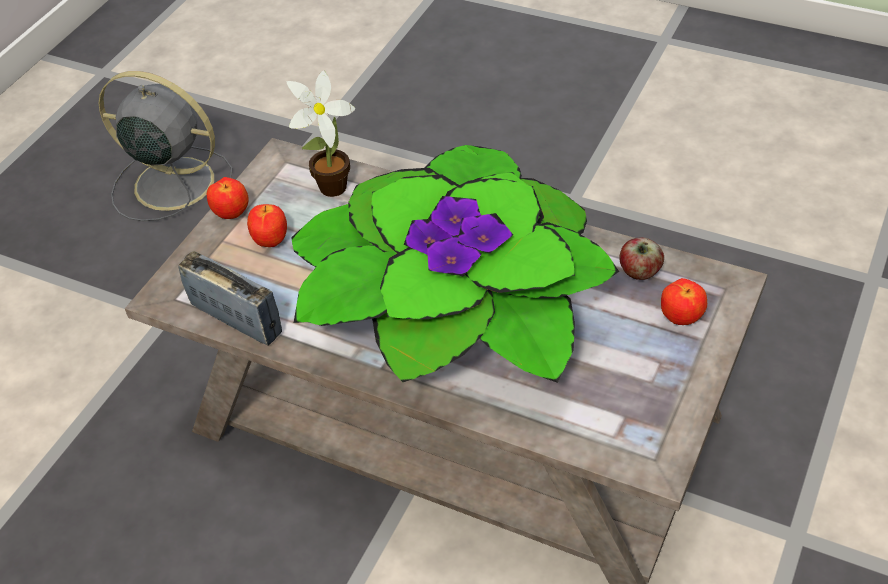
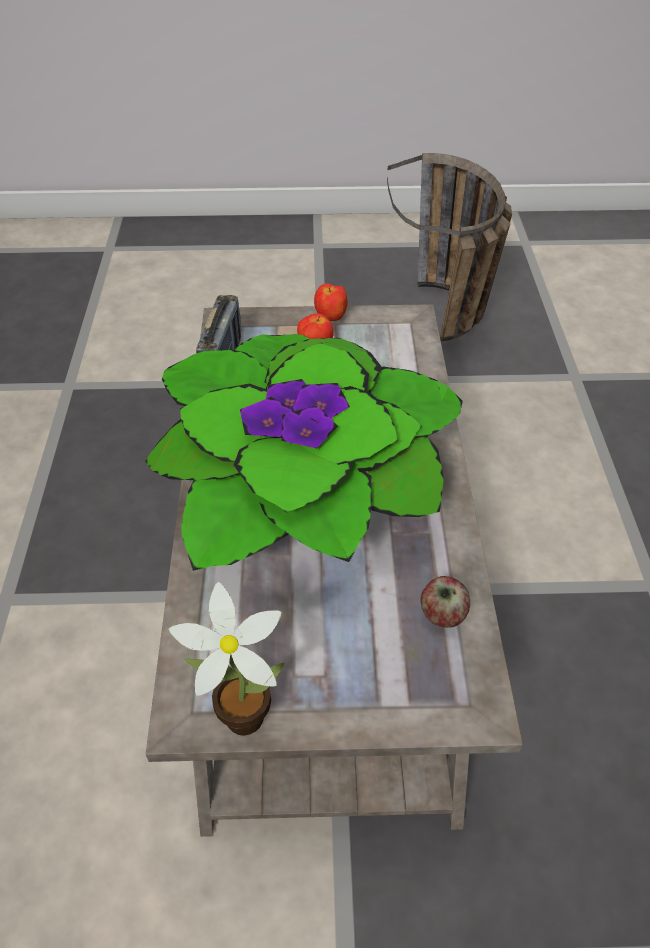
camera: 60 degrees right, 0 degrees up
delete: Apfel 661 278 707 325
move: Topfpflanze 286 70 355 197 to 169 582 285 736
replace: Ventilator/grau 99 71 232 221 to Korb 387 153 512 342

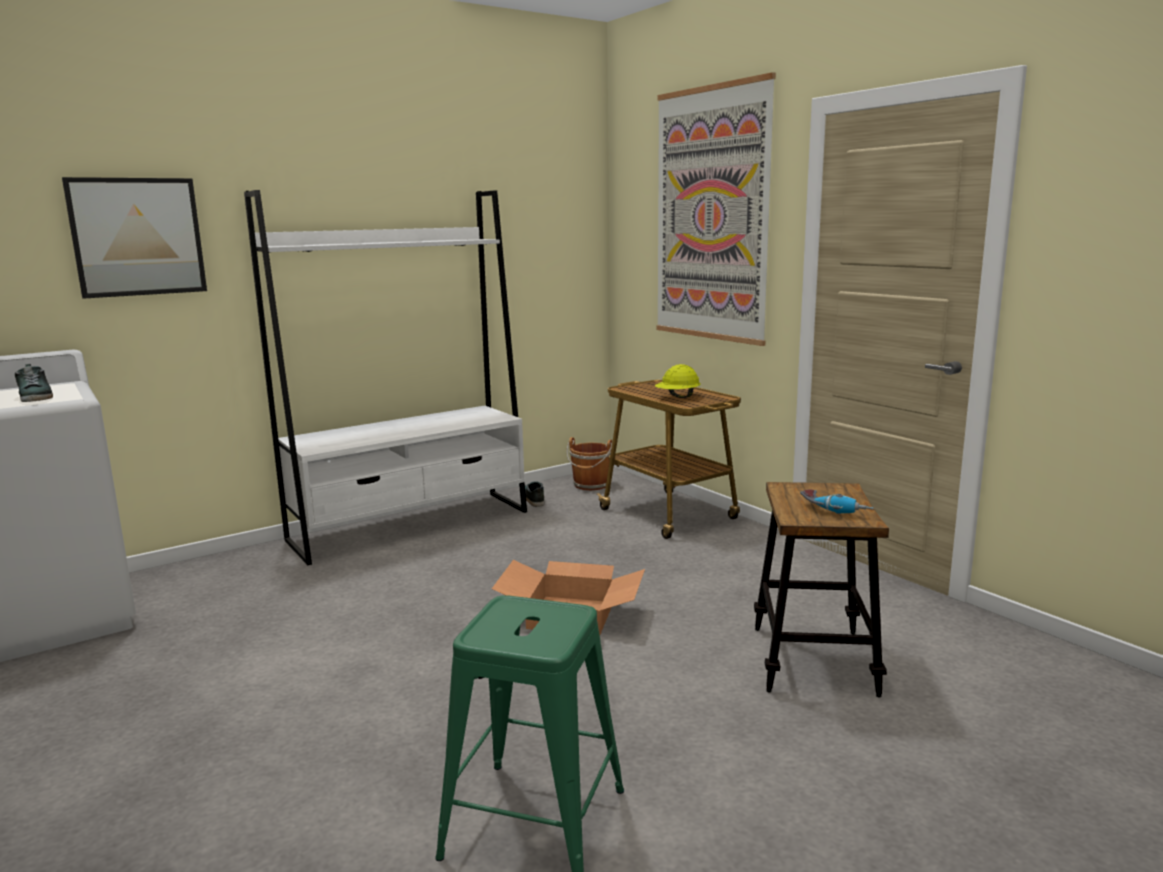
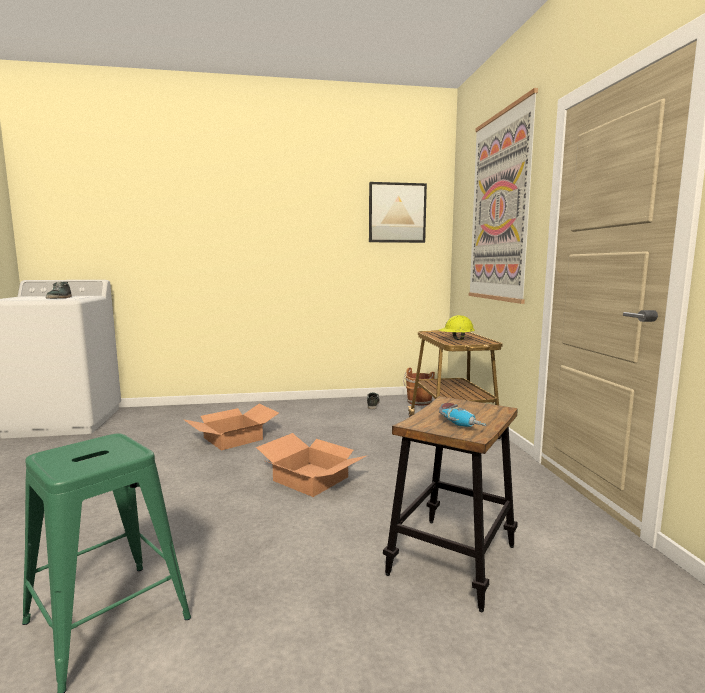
camera: 25 degrees right, 5 degrees down
delete: Bücherregal/weiß 244 190 527 565
insert: Karton 183 404 279 451
move: Bild 62 177 207 299 to 369 182 427 243

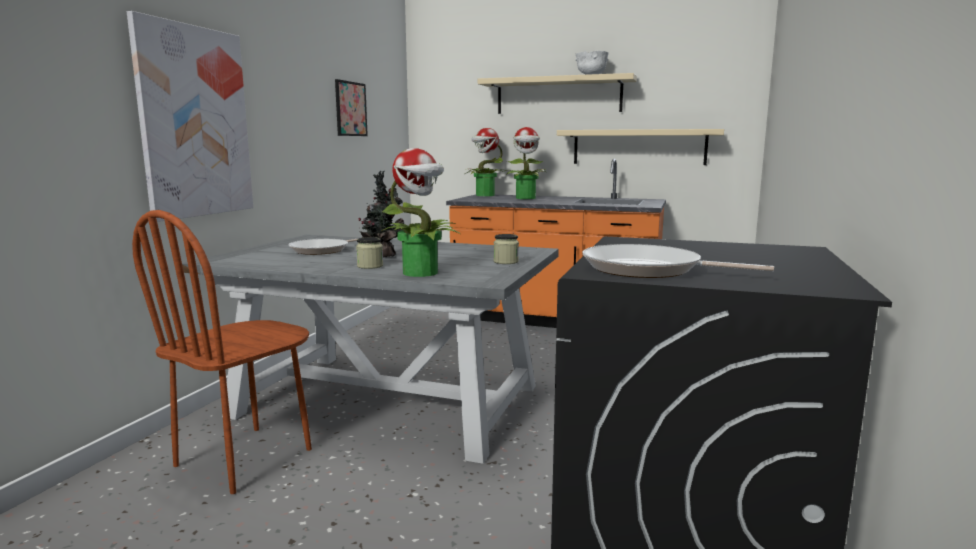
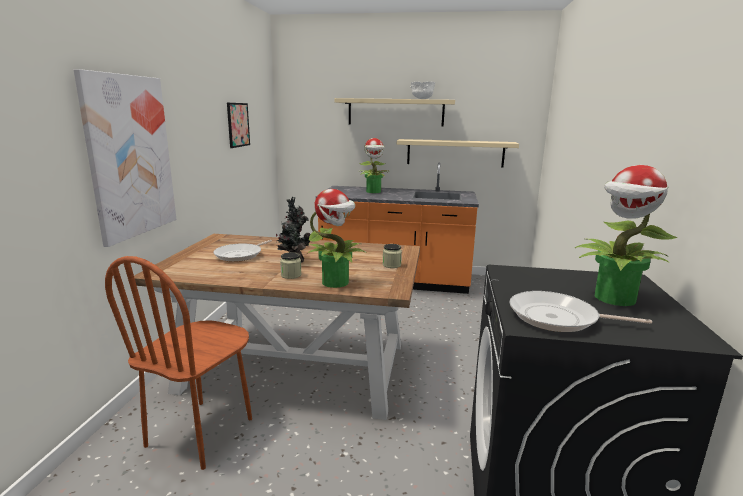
camera: 10 degrees left, 5 degrees up
move: Topfpflanze 465 128 504 196 to 575 165 678 306
recolor: Esstisch/grau 182 235 559 464 to Esstisch/braun 134 234 420 420

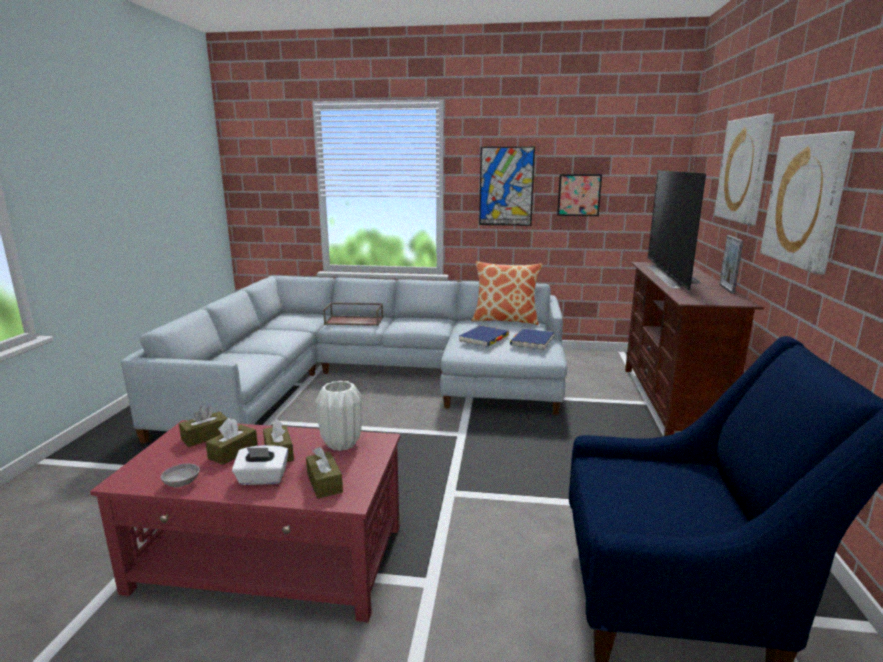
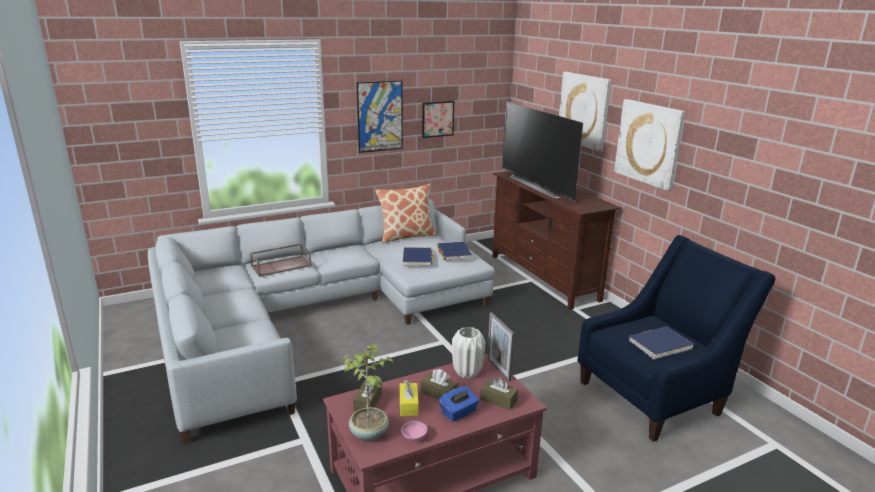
camera: 35 degrees left, 5 degrees up
insert: Topfpflanze 342 344 395 441; Buch/blau 628 327 694 360
move: Bilderrahmen 719 235 743 294 to 487 312 515 381
recolor: Taschentuchbox/braun 205 418 258 465 to Taschentuchbox/gelb 400 380 419 416; Schüssel/grau 161 464 200 487 to Schüssel/rosa 401 421 428 441; Taschentuchbox/weiß 232 445 288 485 to Taschentuchbox/blau 439 386 479 422

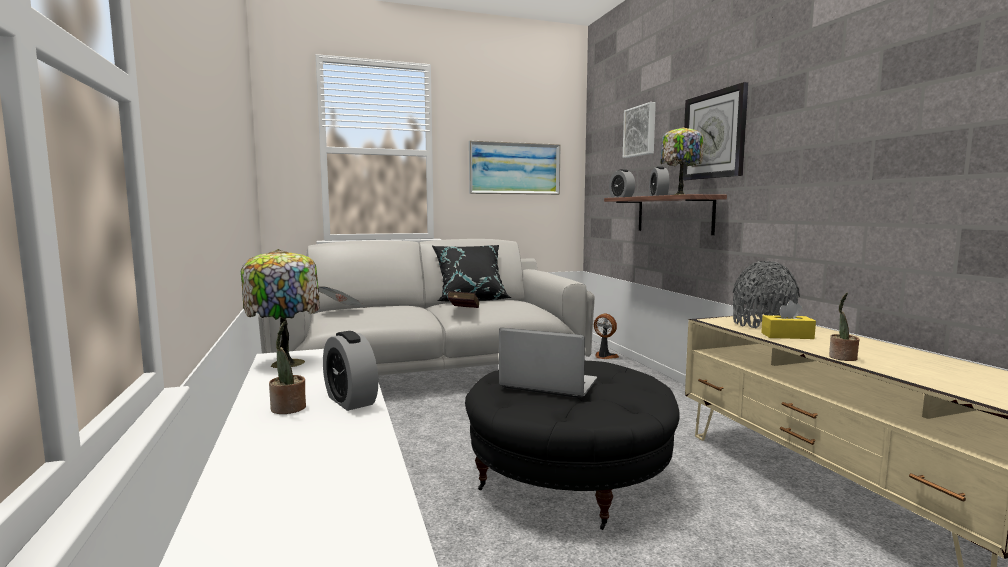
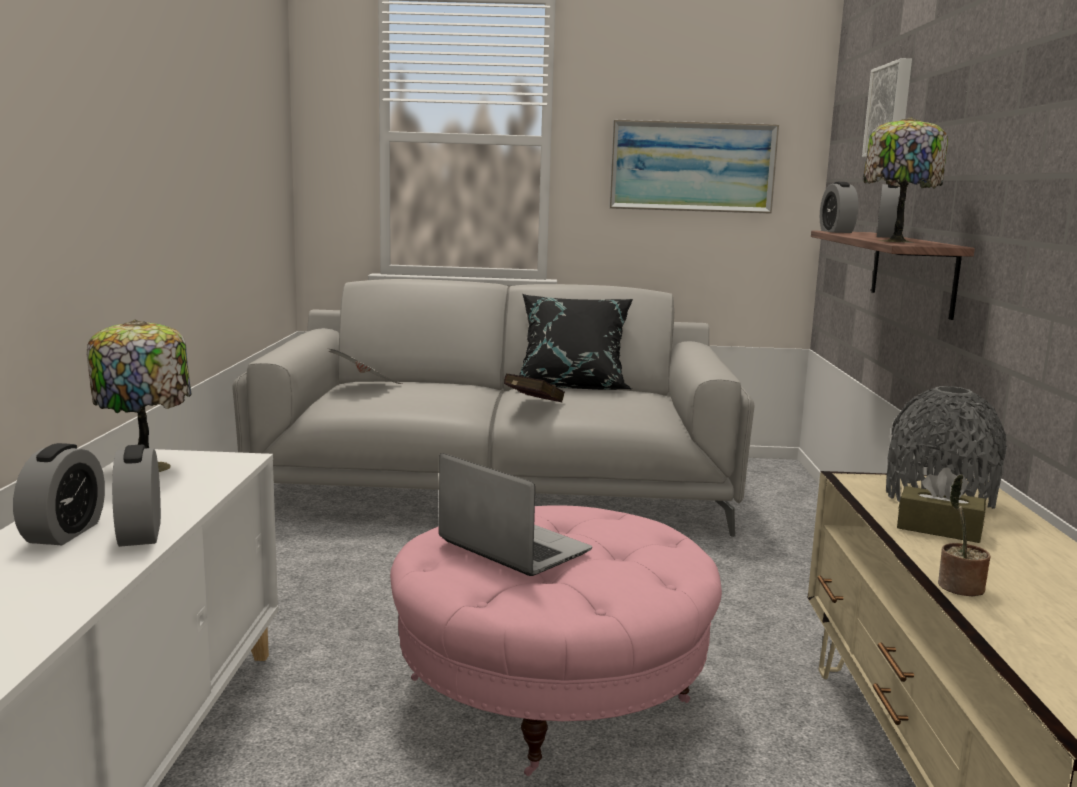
camera: 20 degrees right, 5 degrees up
delete: Ventilator 594 313 619 359; Wanduhr 683 82 748 180
replace: Topfpflanze 269 321 306 414 to Wecker 13 443 105 545
recolor: Polsterhocker/schwarz 465 361 680 530 to Polsterhocker/rosa 390 505 722 776; Taschentuchbox/gelb 761 300 816 339 to Taschentuchbox/braun 897 467 986 543

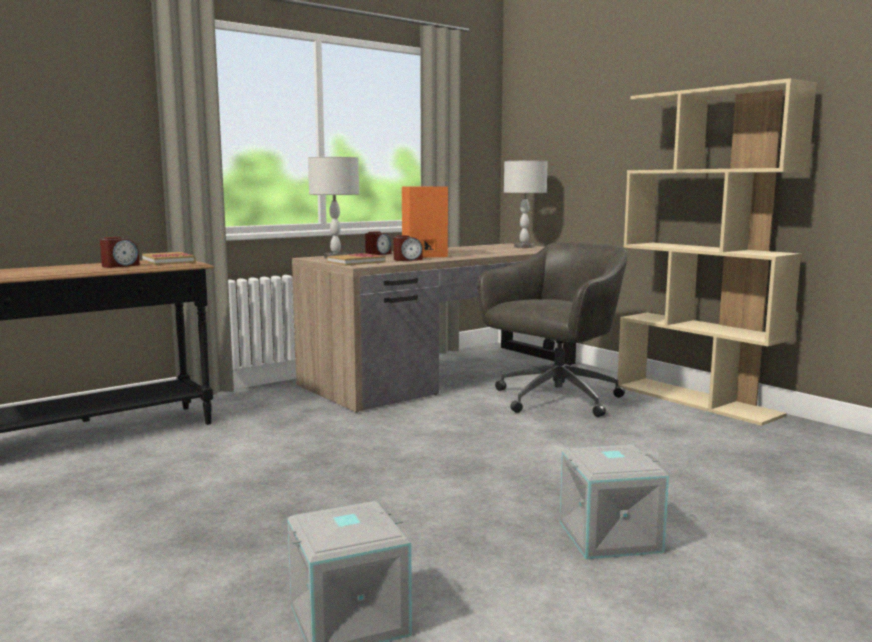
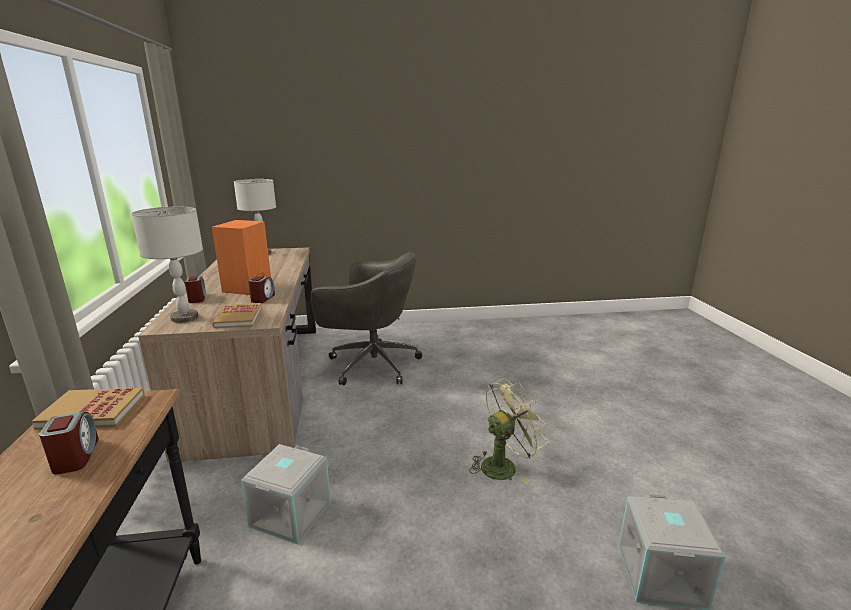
camera: 60 degrees left, 10 degrees up
delete: Bücherregal/beige 618 78 817 426
insert: Ventilator/grün 469 378 548 483
move: Aufbewahrungsbox/grau 559 445 669 559 to 241 444 331 544
rotate: Bürostuhl/grau 478 242 628 417 = 310 252 422 385 120 degrees clockwise

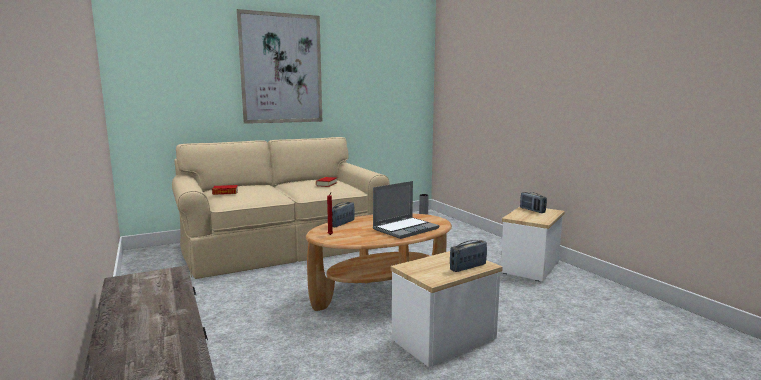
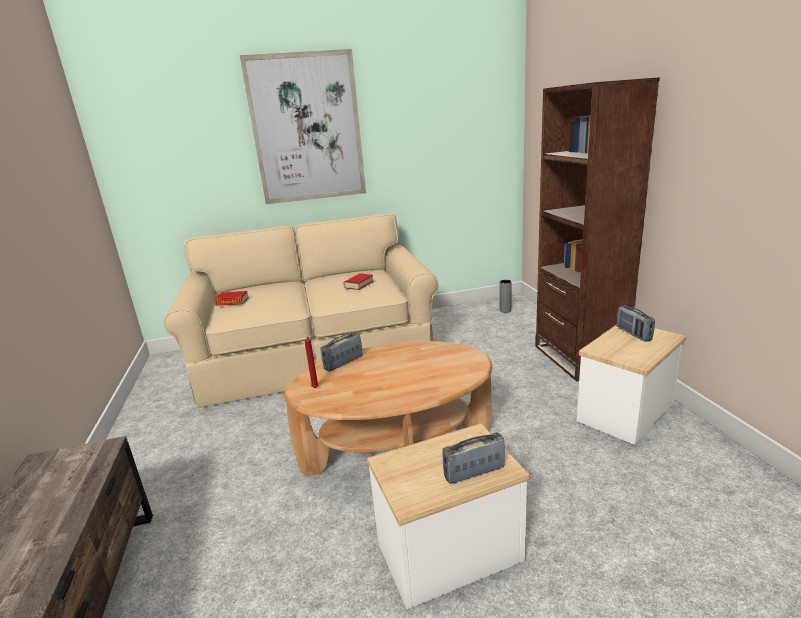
camera: 15 degrees right, 10 degrees up
delete: Laptop 373 181 439 239
insert: Bücherregal/braun 535 77 660 381

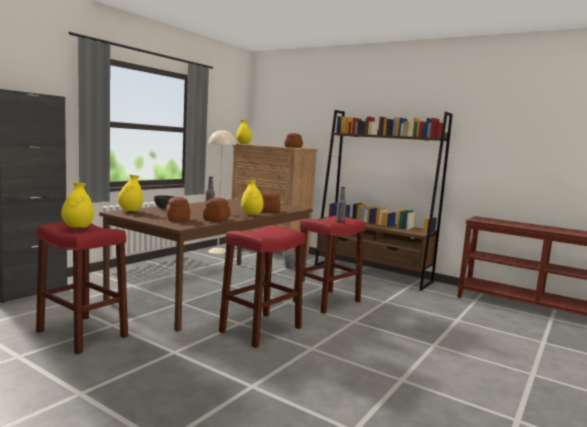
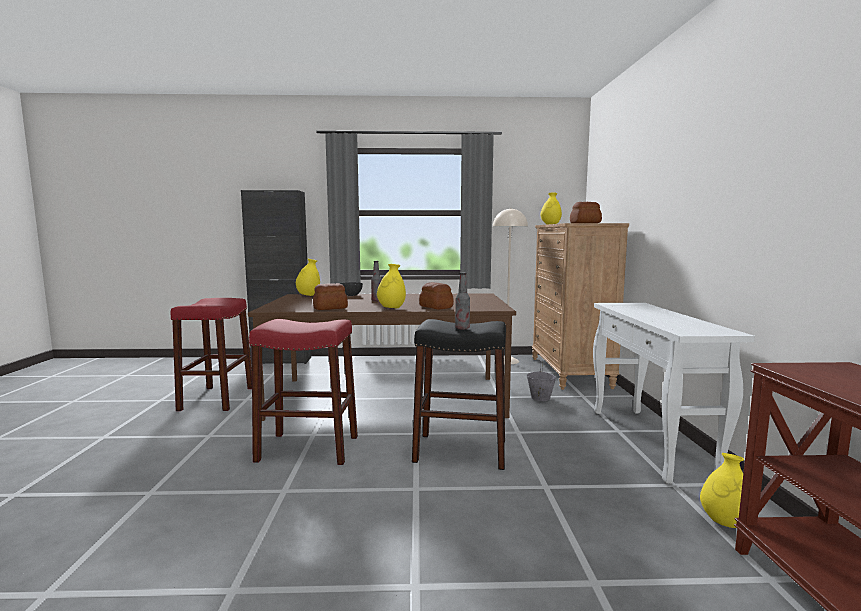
camera: 55 degrees right, 0 degrees up
delete: Brot 166 197 191 221
move: Vase/gelb 61 183 94 228 to 700 453 744 528
replace: Bücherregal/braun 315 110 453 291 to Konsolentisch/weiß 593 303 755 484
recolor: Hocker/rot 293 216 365 314 to Hocker/schwarz 412 319 506 470

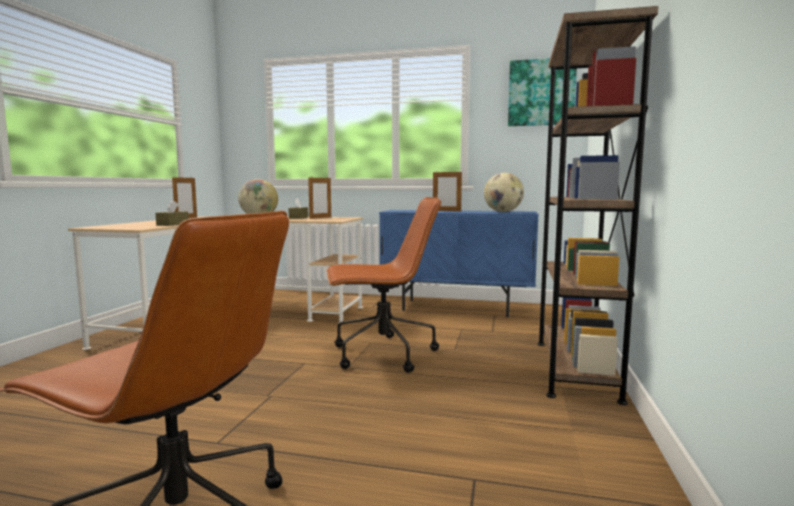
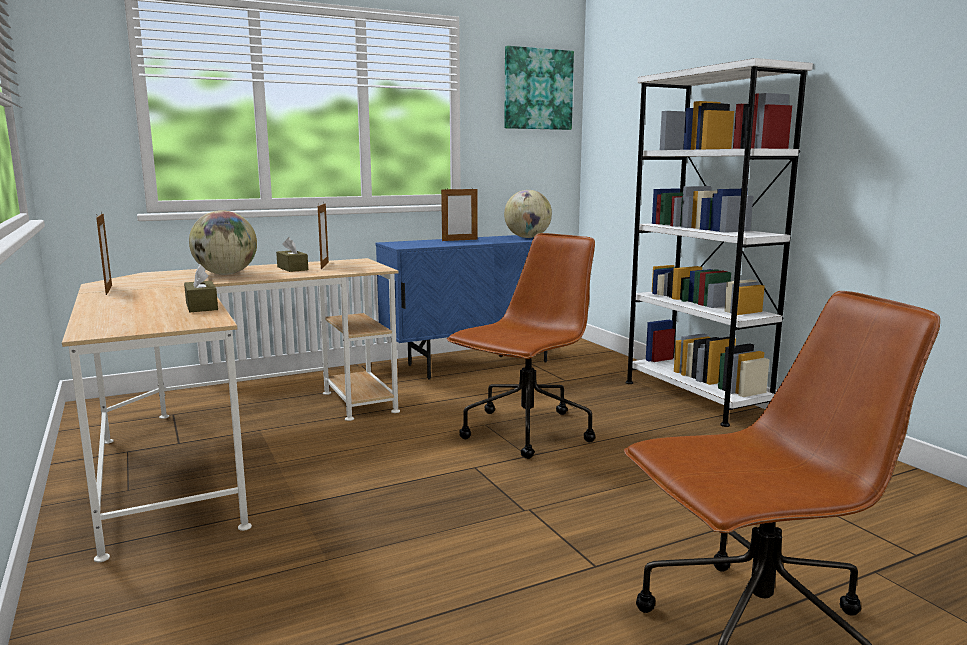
camera: 40 degrees left, 5 degrees up
recolor: Bücherregal/braun 537 6 658 405 to Bücherregal/weiß 626 58 813 427

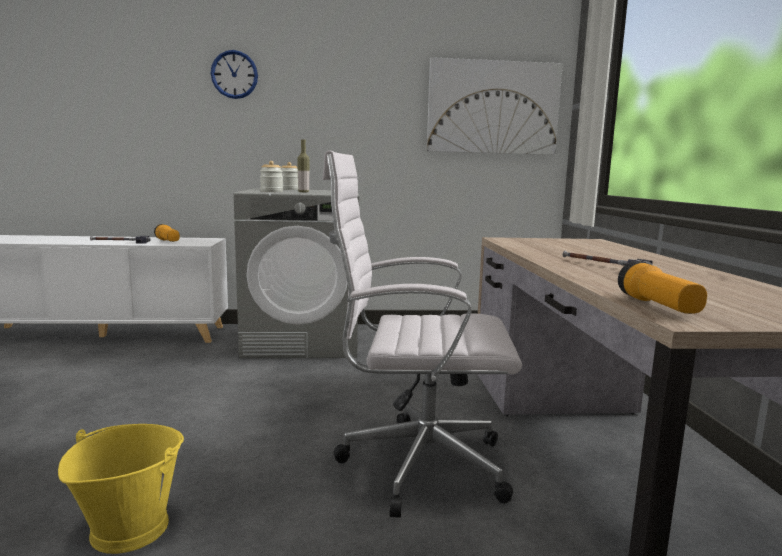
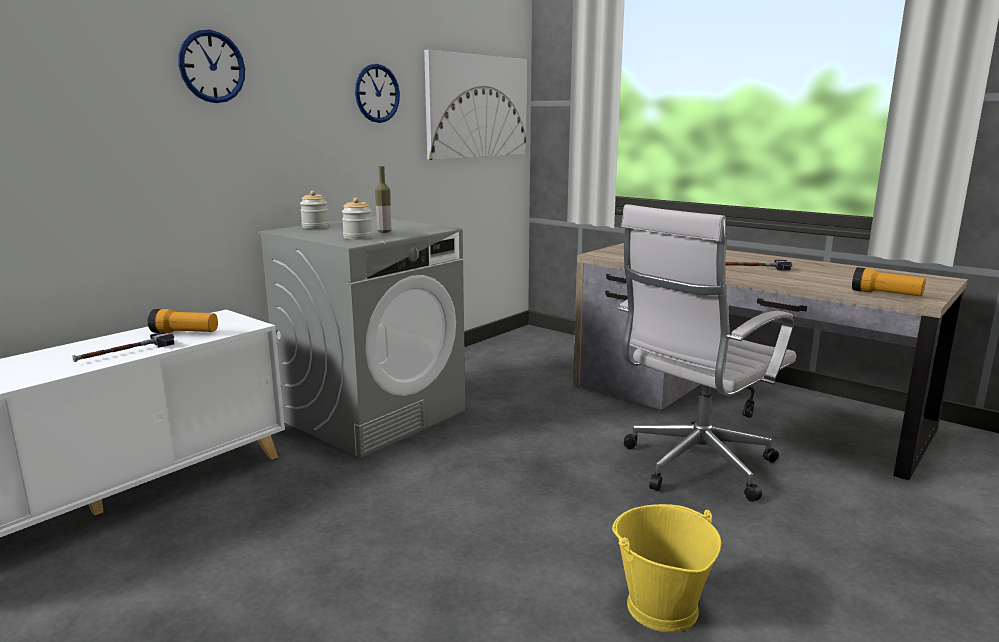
camera: 45 degrees left, 5 degrees up
insert: Wanduhr 355 64 400 123

